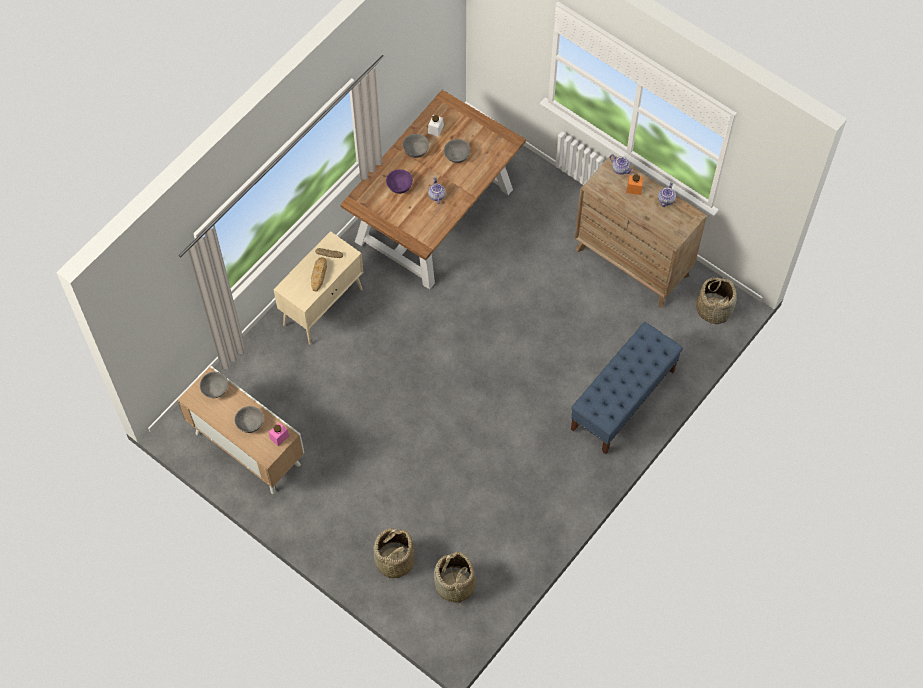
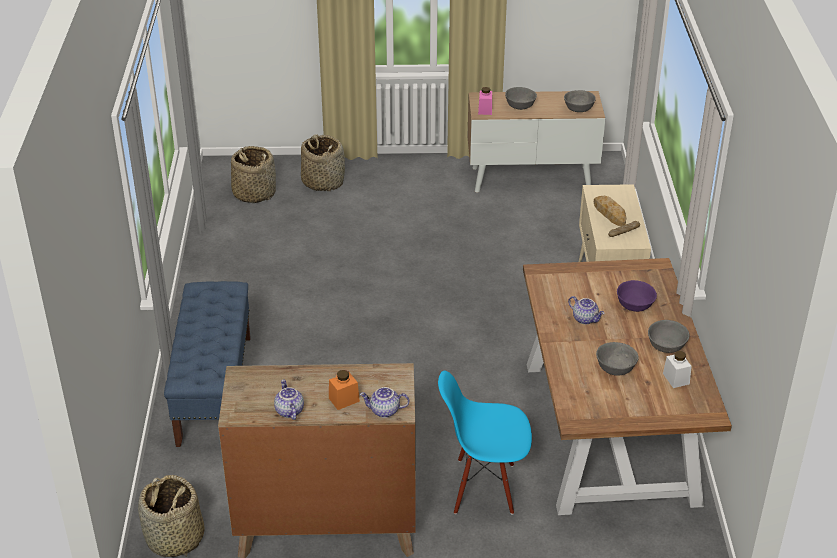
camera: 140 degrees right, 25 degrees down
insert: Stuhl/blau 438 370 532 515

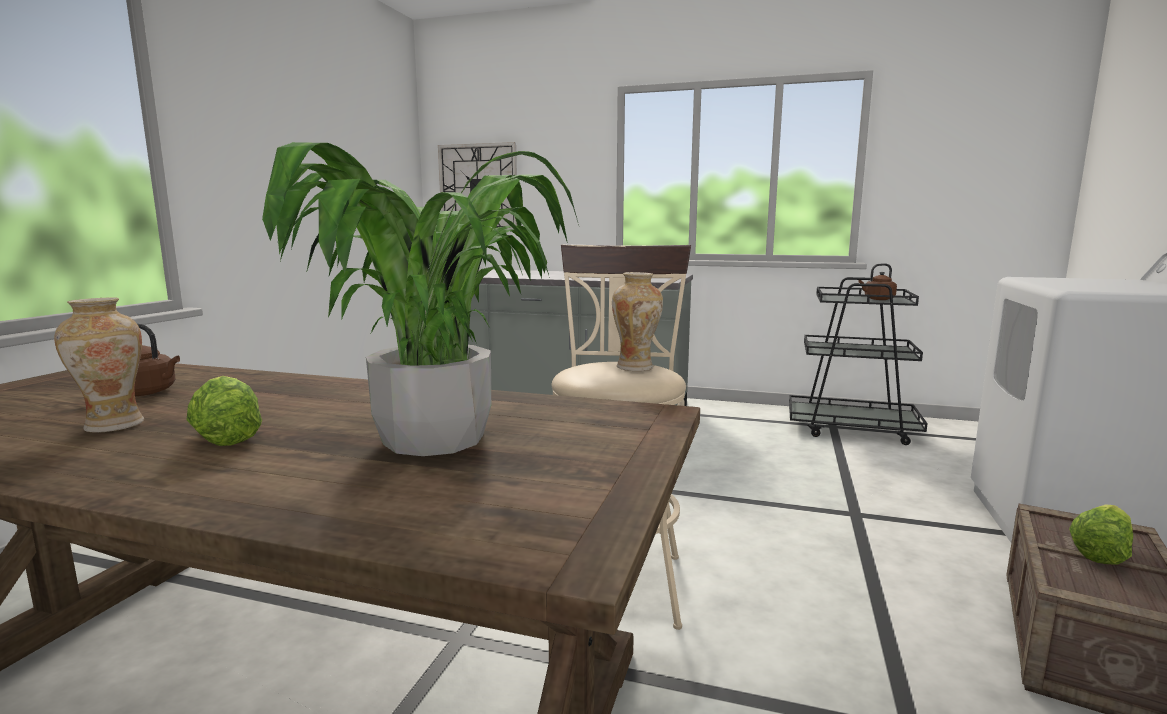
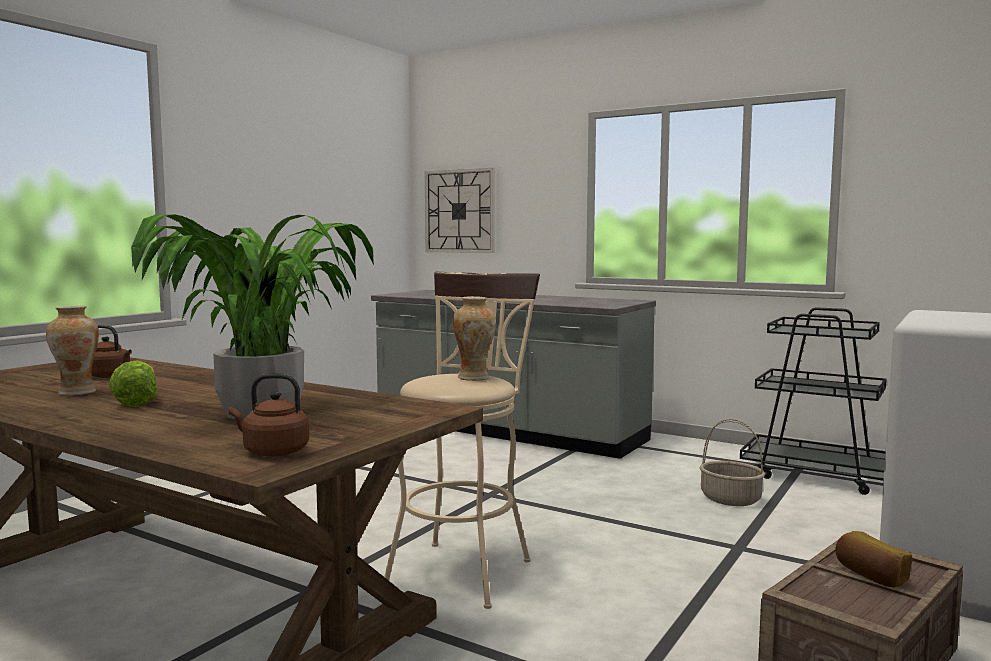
camera: 15 degrees right, 5 degrees down
insert: Korb 699 419 765 506
move: Wasserkessel/braun 859 263 897 300 to 229 374 309 457
replace: Salatkopf 1069 504 1133 564 to Brot 835 531 913 588

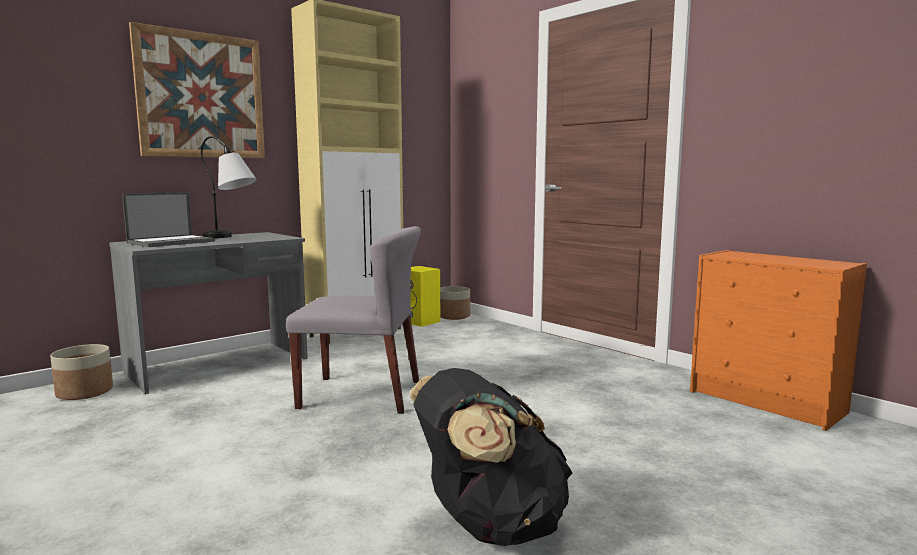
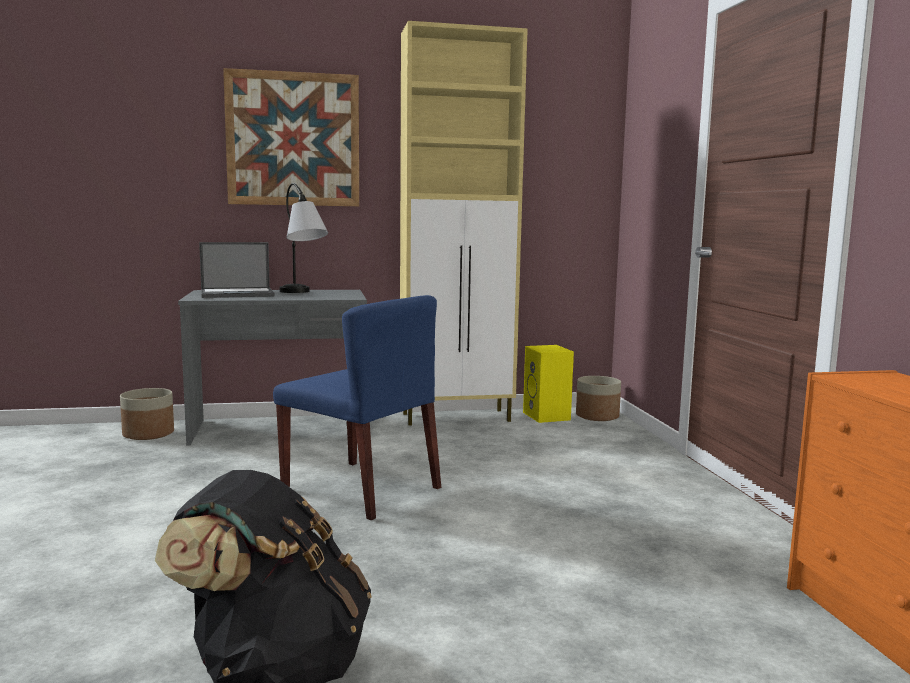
camera: 30 degrees right, 0 degrees up
recolor: Stuhl/grau 286 226 421 414 to Stuhl/blau 273 295 441 520

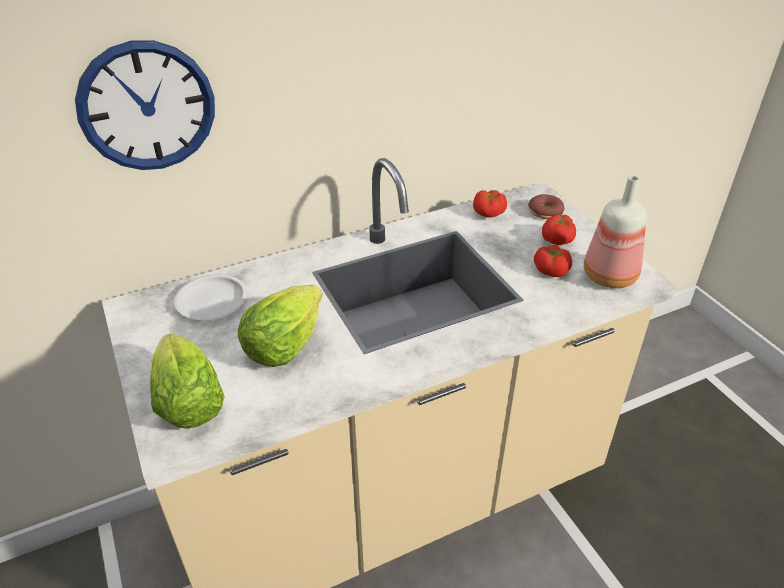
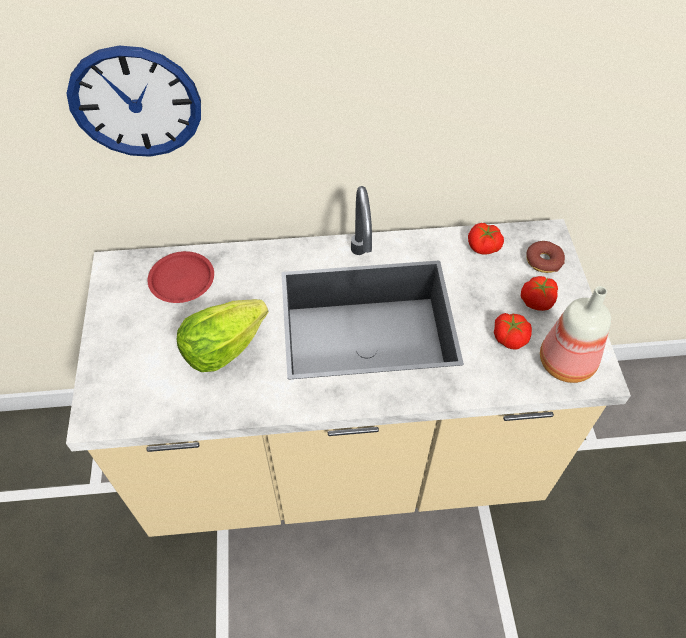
camera: 20 degrees right, 15 degrees up
delete: Salatkopf 150 333 225 429
recolor: Teller/weiß 174 274 247 320 to Teller/rot 147 251 214 303

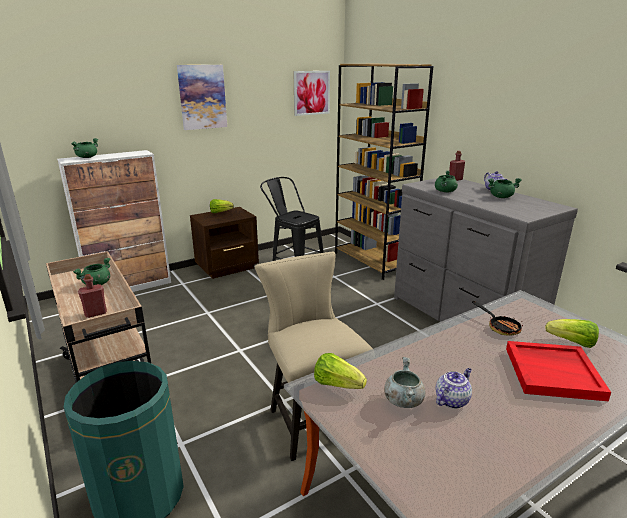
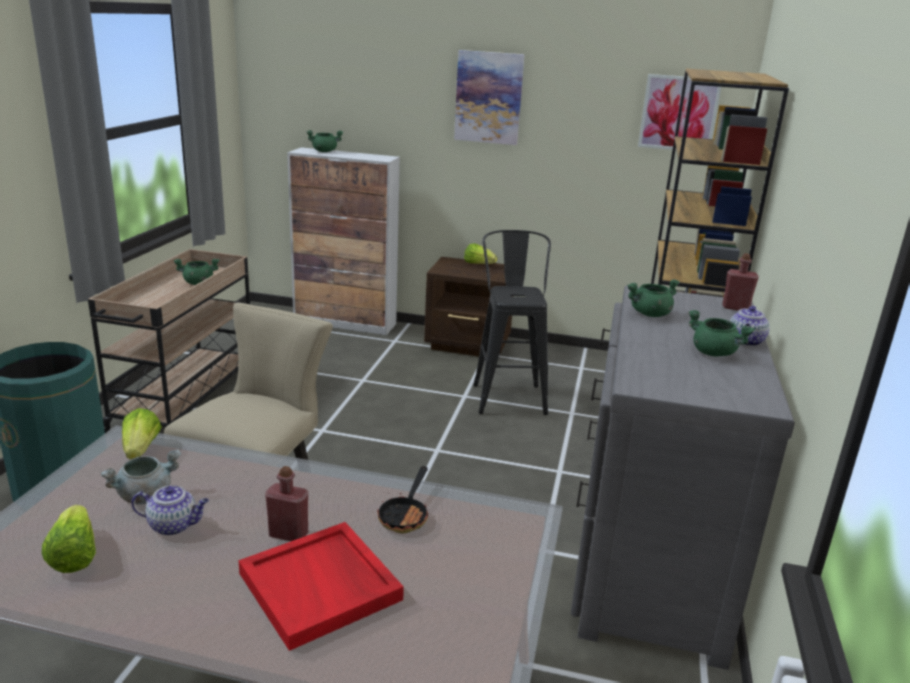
camera: 45 degrees right, 0 degrees up
move: Salatkopf 545 319 599 348 to 42 505 96 573; Flasche/rot 78 274 107 318 to 265 466 308 541

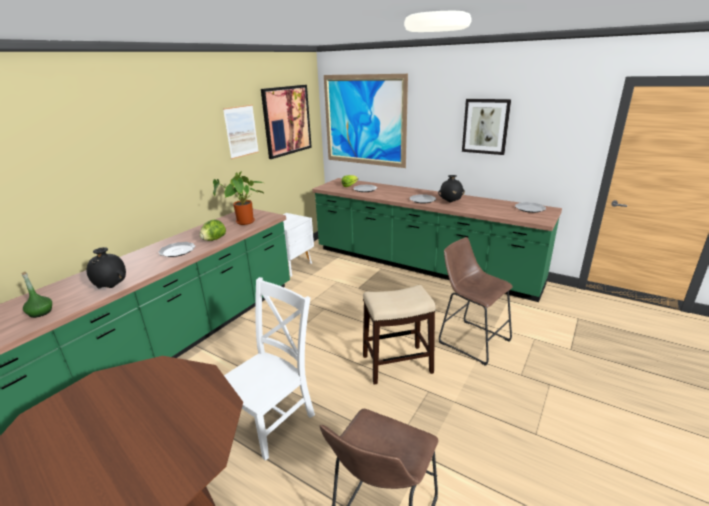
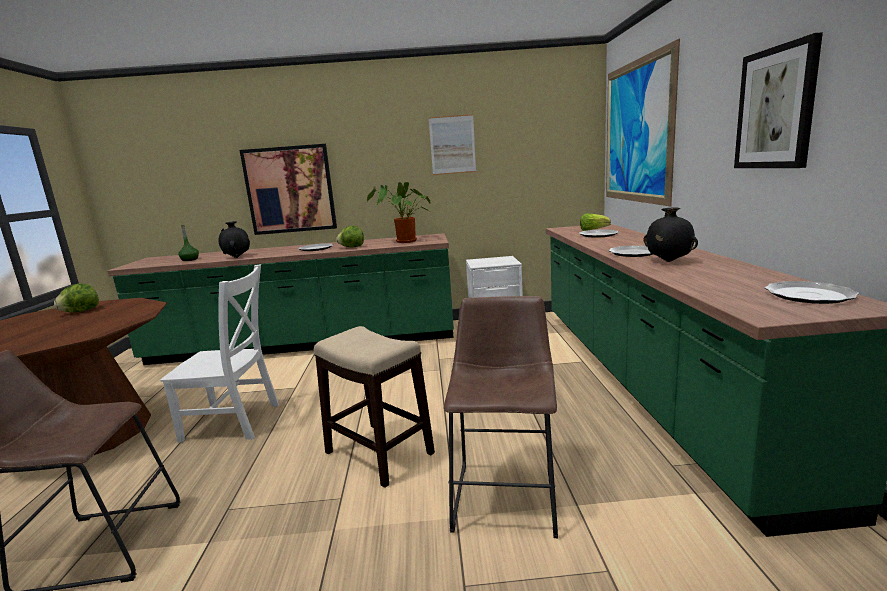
camera: 55 degrees right, 10 degrees down
insert: Salatkopf 54 283 99 313
move: Bild 261 85 312 159 to 240 144 337 235

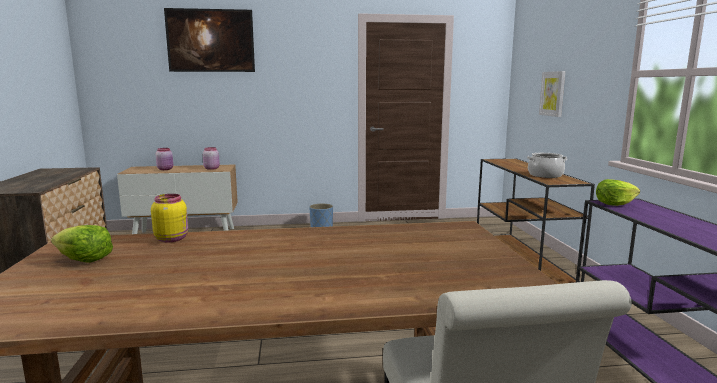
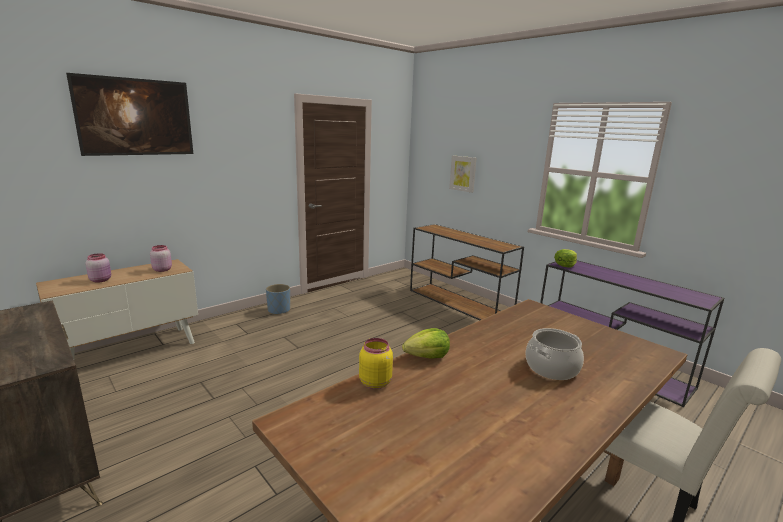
camera: 35 degrees left, 5 degrees up
move: Salatkopf 51 225 113 263 to 402 328 450 359; Kochtopf 527 153 567 178 to 525 328 584 380

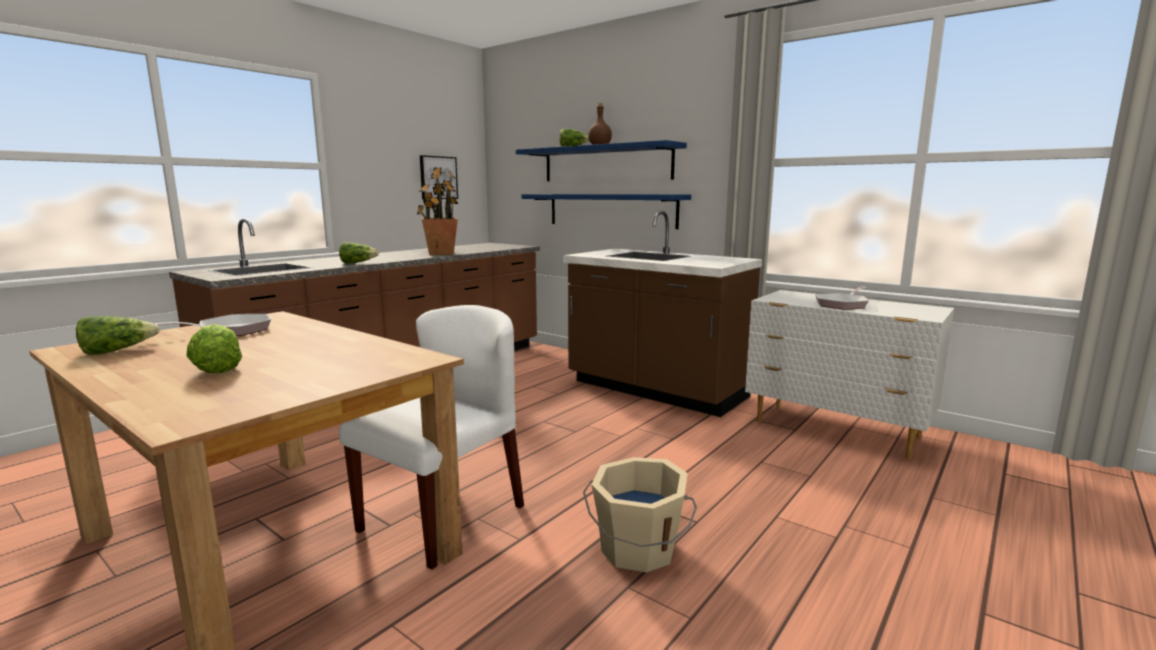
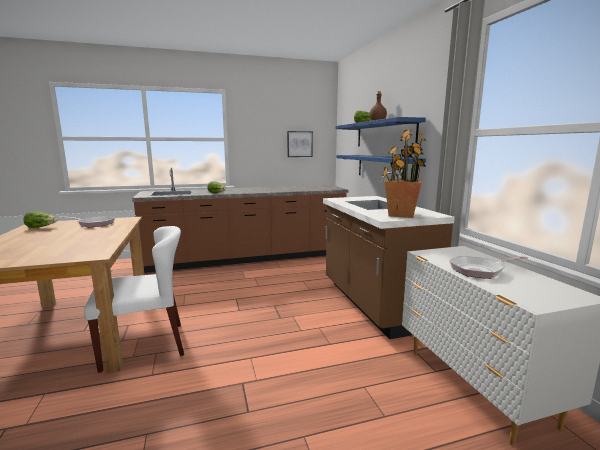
camera: 35 degrees right, 0 degrees up
delete: Salatkopf 186 324 242 373; Eimer/beige 583 457 697 572
move: Topfpflanze 417 168 458 255 to 382 130 427 218

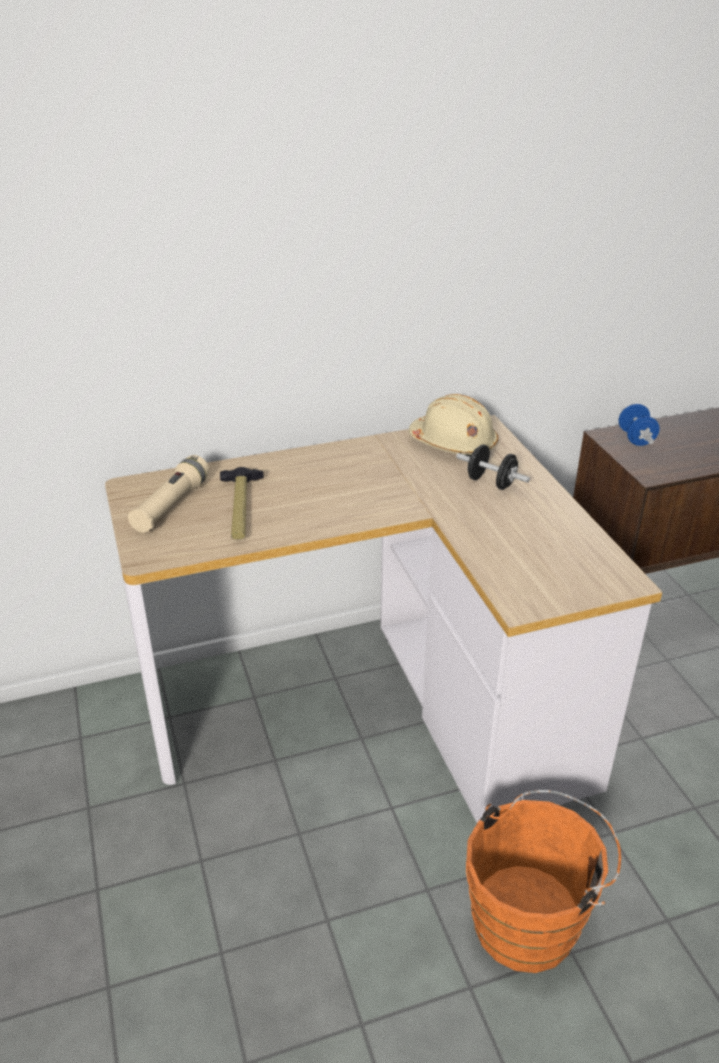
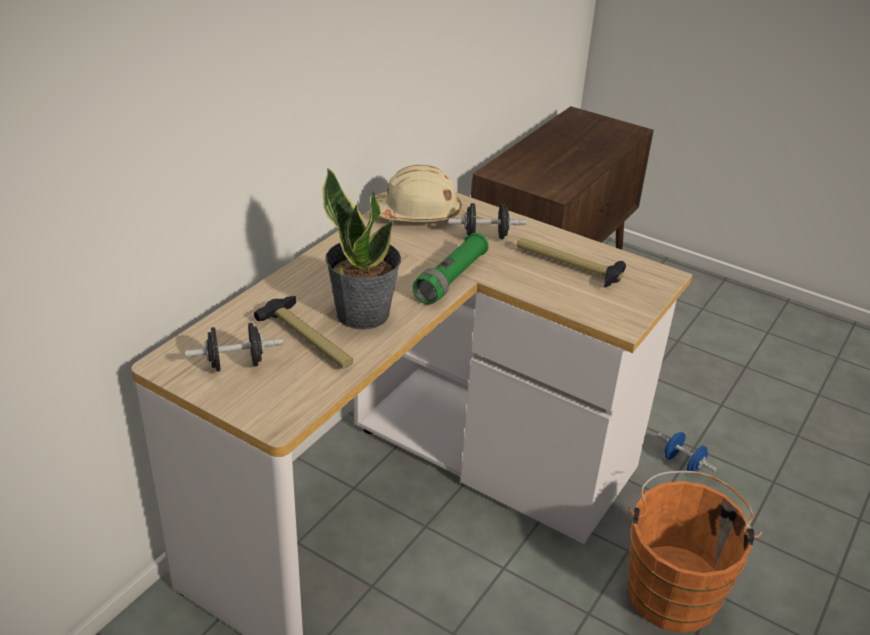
camera: 40 degrees left, 0 degrees up
insert: Topfpflanze 322 168 401 330; Taschenlampe/grün 413 233 489 304; Hammer 517 238 626 287
move: Hantel/blau 619 404 660 446 to 657 432 717 472
replace: Taschenlampe/beige 128 455 210 533 to Hantel/schwarz 185 323 283 372

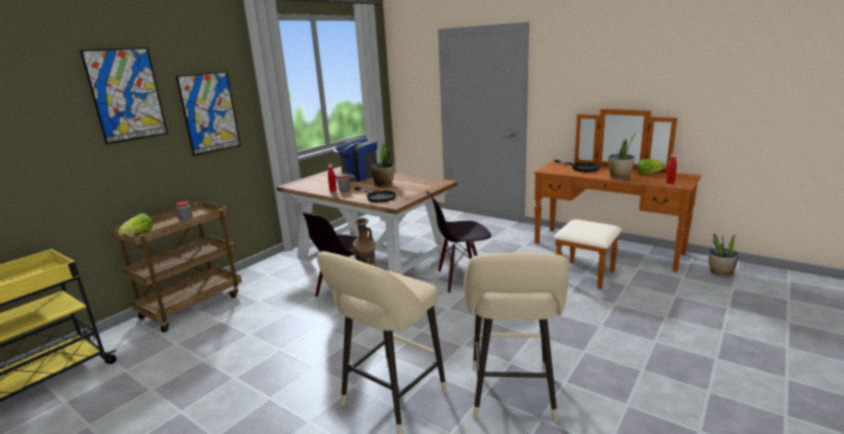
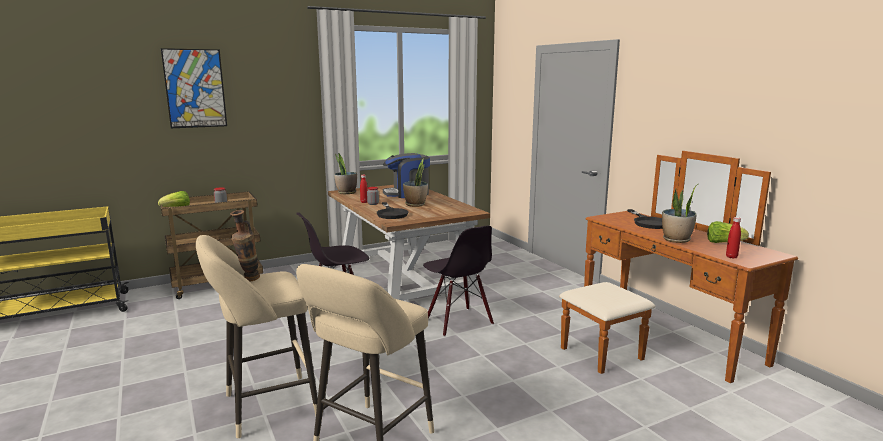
camera: 25 degrees right, 5 degrees down
delete: Bild 176 72 241 156
move: Topfpflanze 709 233 739 277 to 334 153 357 194
rotate: Stuhl/schwarz 425 191 491 293 = 423 226 494 337 135 degrees counterclockwise

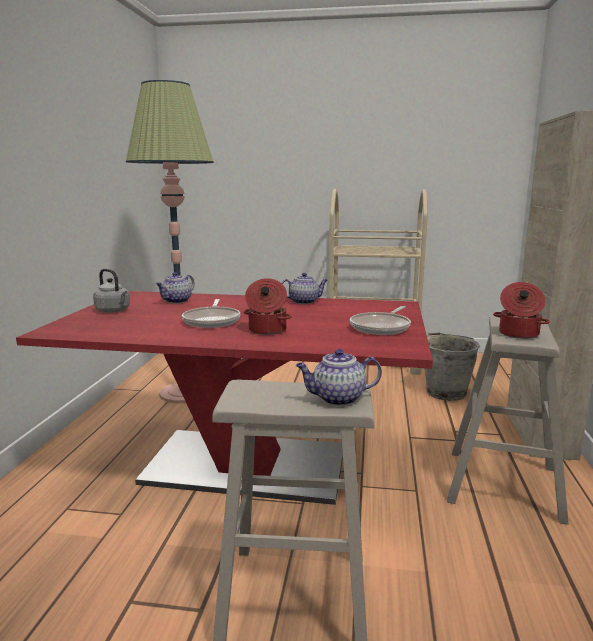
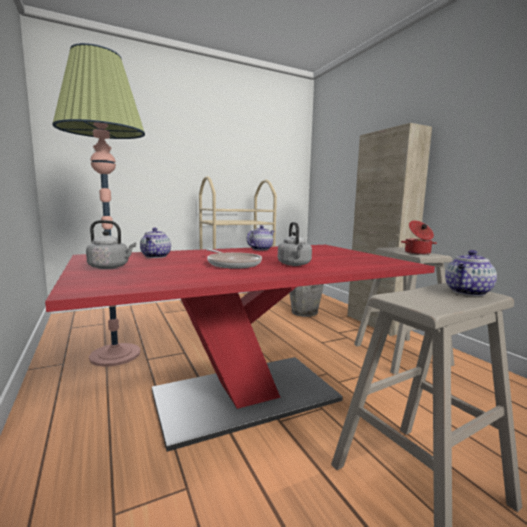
camera: 35 degrees left, 5 degrees down
delete: Pfanne 350 306 411 335
replace: Kochtopf 243 278 292 335 to Wasserkessel/grau 278 222 312 266

